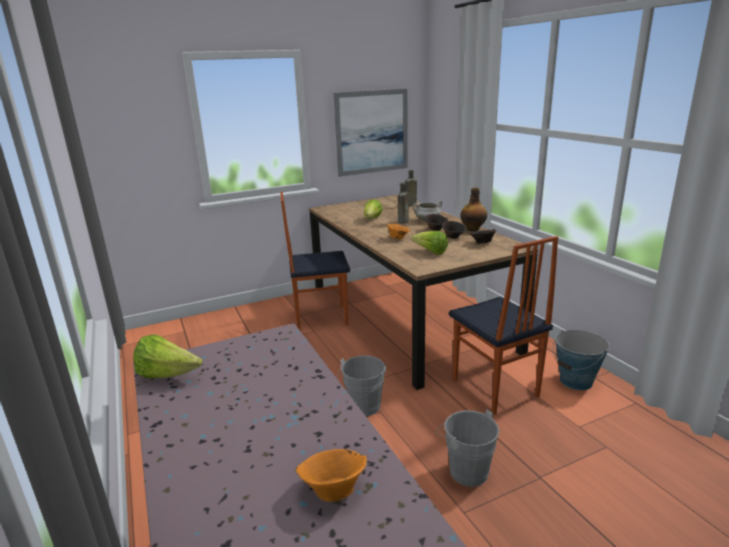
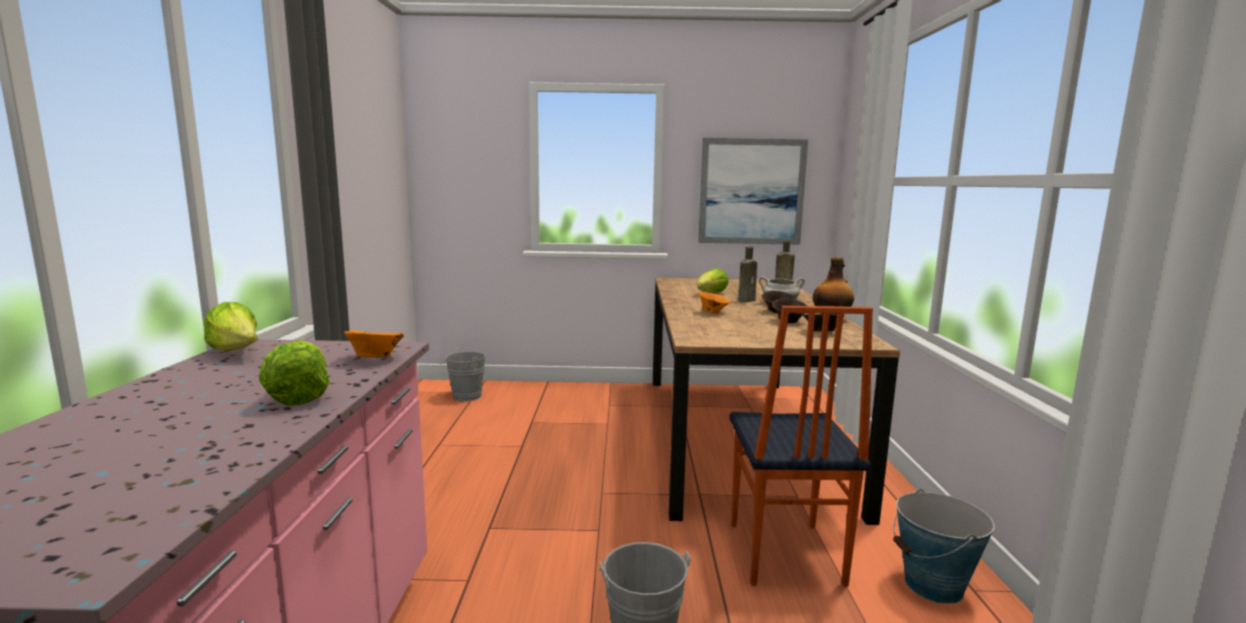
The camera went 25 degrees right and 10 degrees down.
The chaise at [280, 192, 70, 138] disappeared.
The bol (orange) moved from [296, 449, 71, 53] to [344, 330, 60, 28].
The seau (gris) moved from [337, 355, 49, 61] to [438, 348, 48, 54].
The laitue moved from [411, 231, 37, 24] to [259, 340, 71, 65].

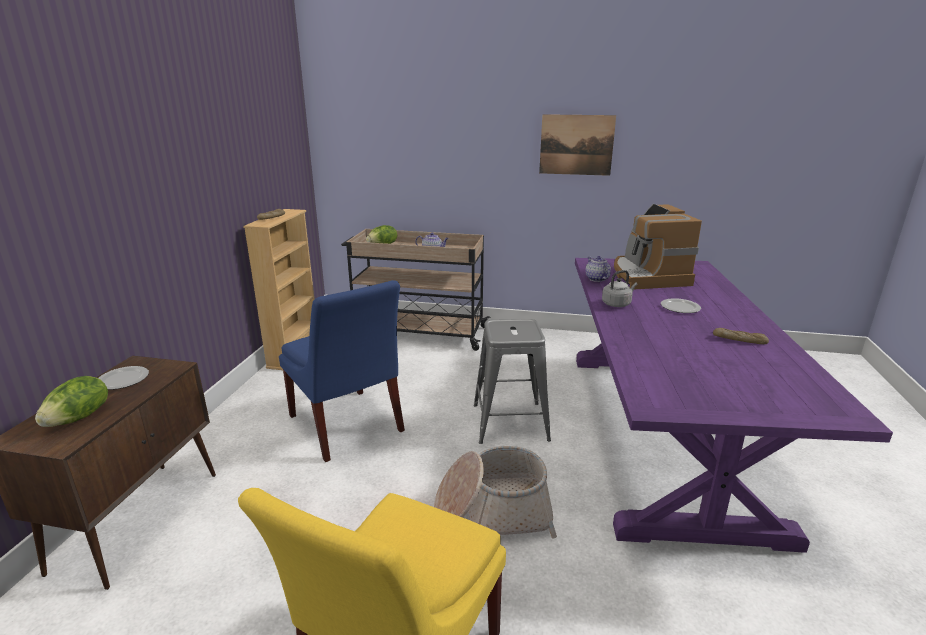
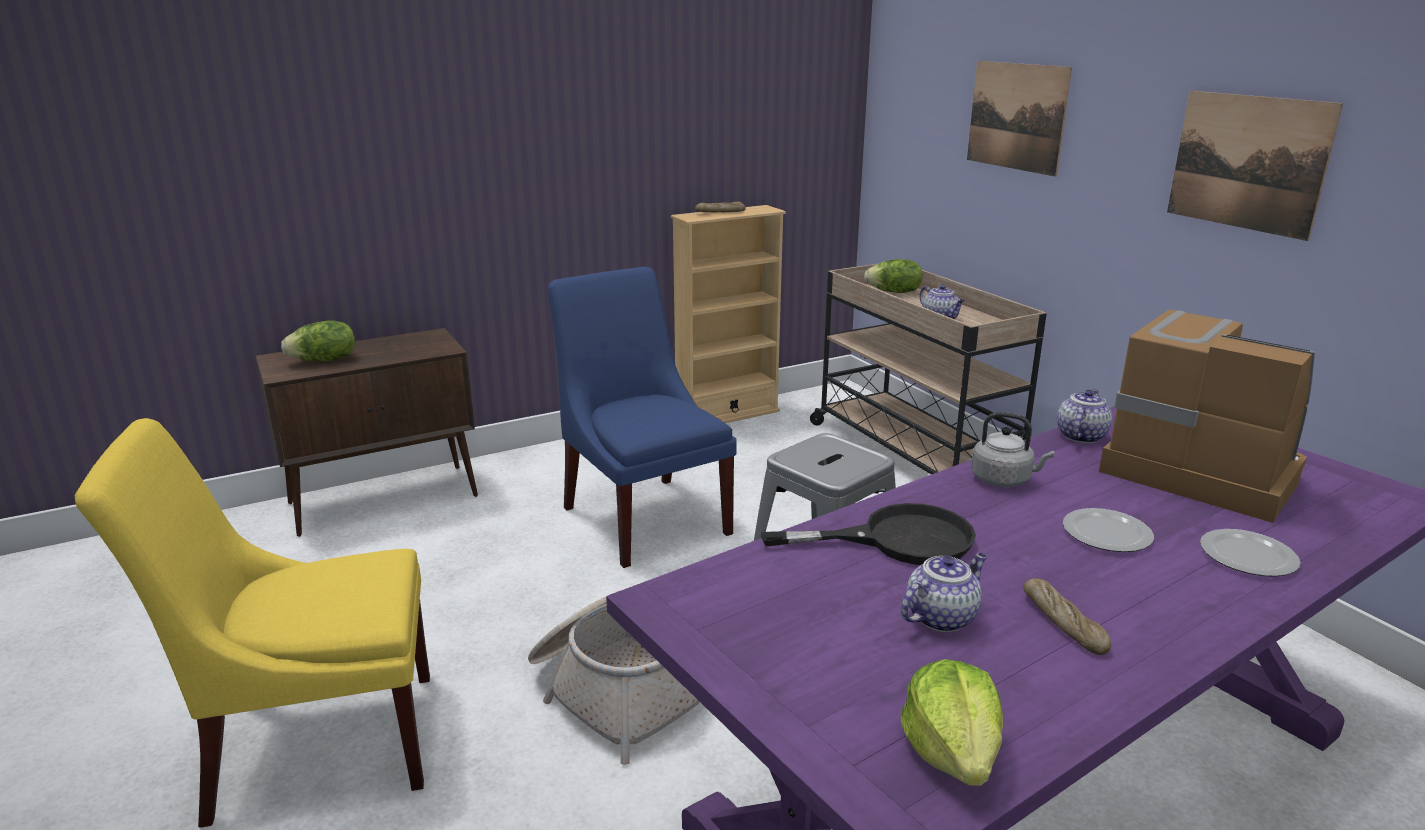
The camera went 50 degrees right and 0 degrees up.
The assiette moved from [98, 366, 51, 24] to [1200, 529, 100, 48].
The chaise (bleu) at [279, 280, 126, 182] turned 135 degrees clockwise.
The machine à café at [614, 204, 88, 85] turned 90 degrees clockwise.
The poêle (noir) at [761, 503, 215, 62] appeared.
The théière at [901, 553, 86, 79] appeared.
The laitue at [901, 659, 102, 127] appeared.
The tableau at [967, 61, 105, 116] appeared.

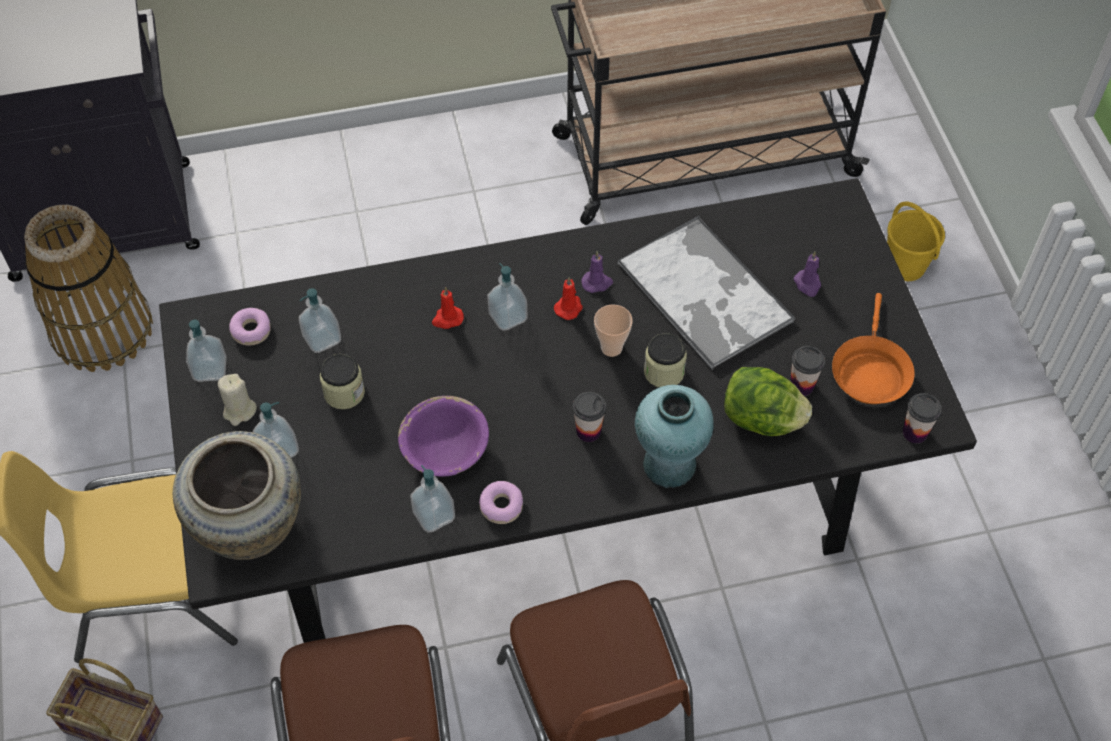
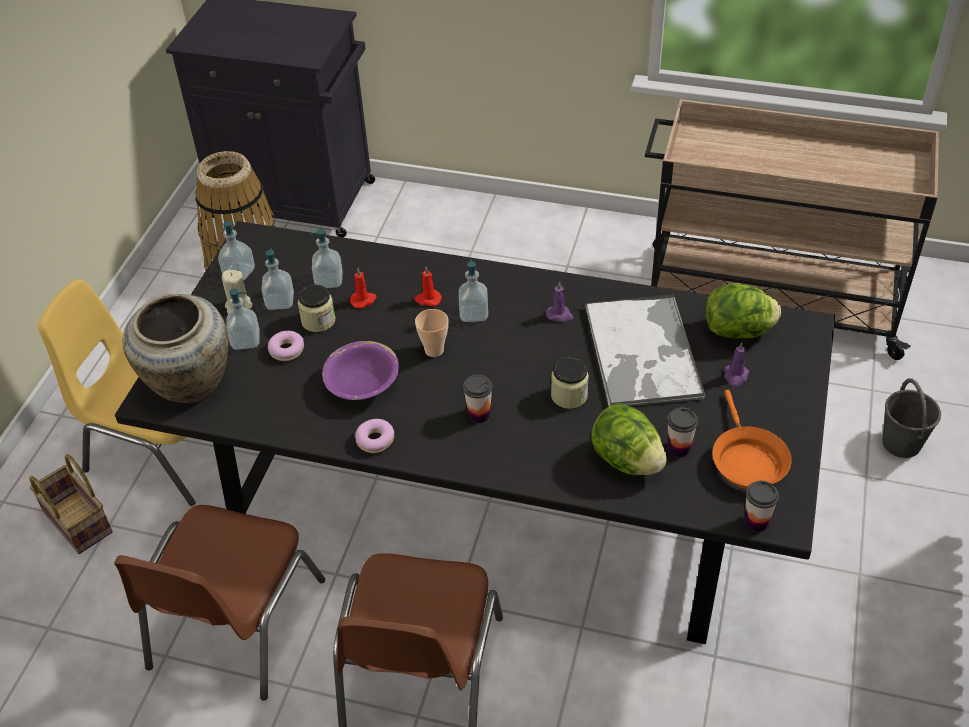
The camera went 30 degrees right and 10 degrees down.
The beignet moved from [229, 308, 42, 38] to [268, 330, 36, 31].
The distributeur de savon moved from [410, 465, 45, 67] to [262, 248, 32, 62].
The bougie (rouge) moved from [554, 277, 29, 43] to [350, 268, 27, 40].
The tasse moved from [594, 305, 38, 52] to [415, 309, 33, 48].
The vase (turquoise) at [635, 385, 79, 103] disappeared.
The poêle (orange) at [832, 293, 83, 111] turned 45 degrees counterclockwise.
The seau (jaune) at [887, 202, 58, 79] became the seau (gris) at [882, 378, 59, 80].
The laitue at [706, 283, 75, 56] appeared.

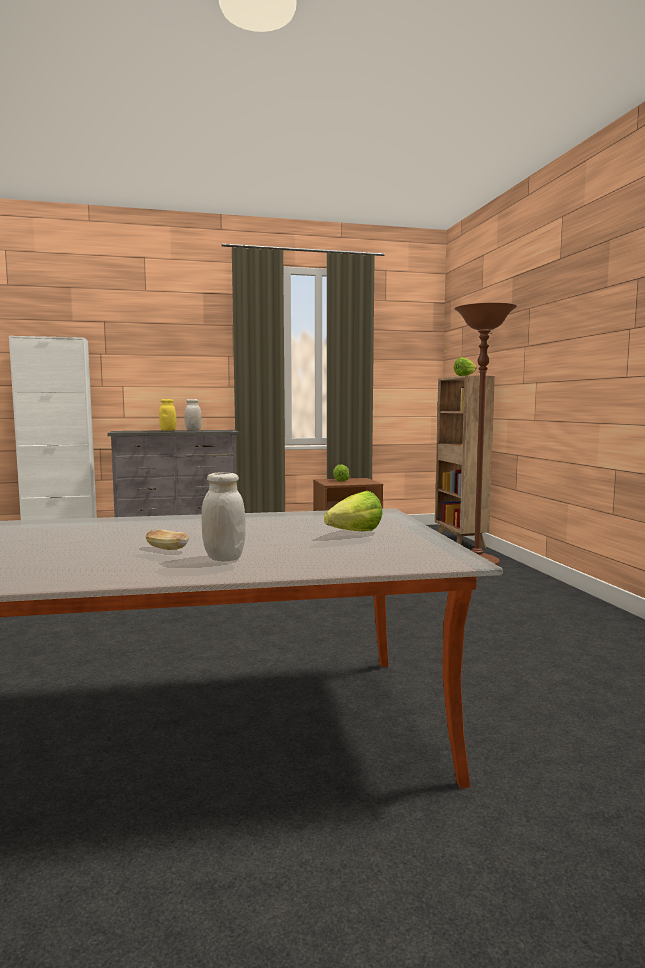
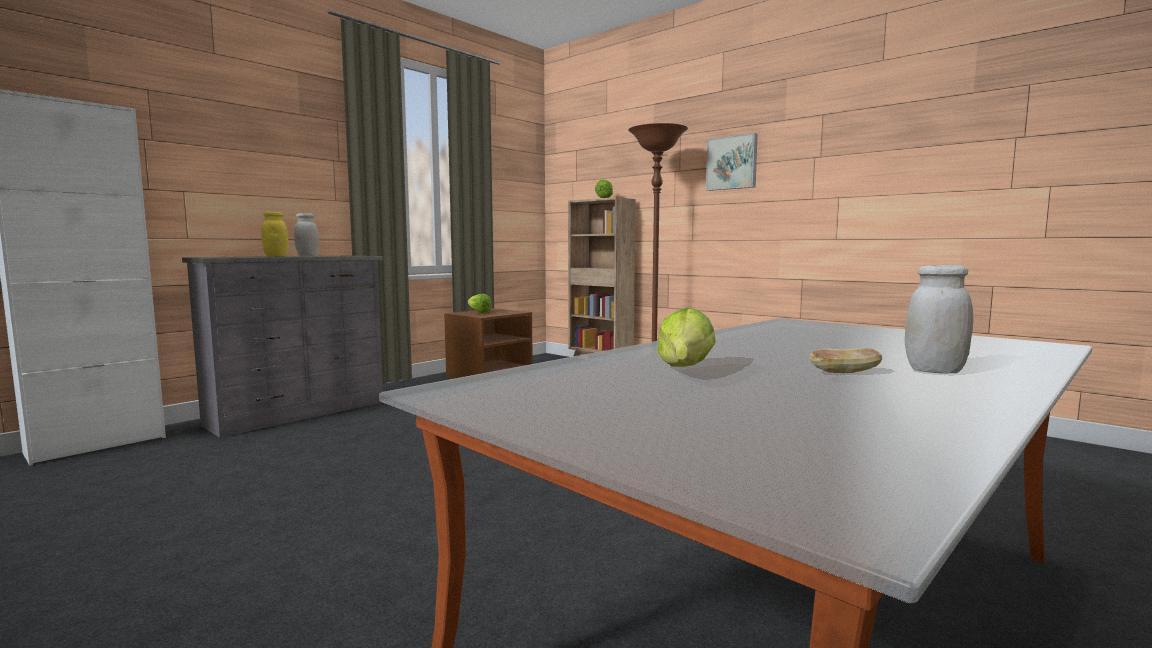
The camera went 35 degrees left and 0 degrees up.
The laitue moved from [324, 491, 58, 41] to [657, 308, 59, 59].
The tableau at [706, 133, 52, 58] appeared.

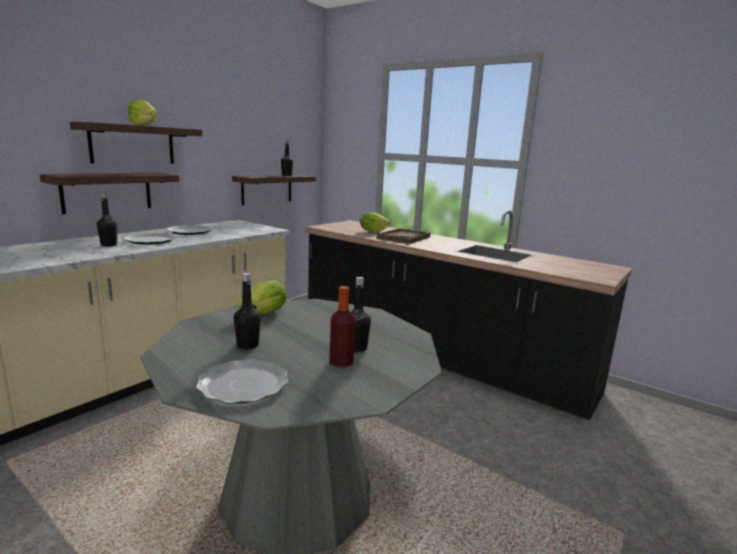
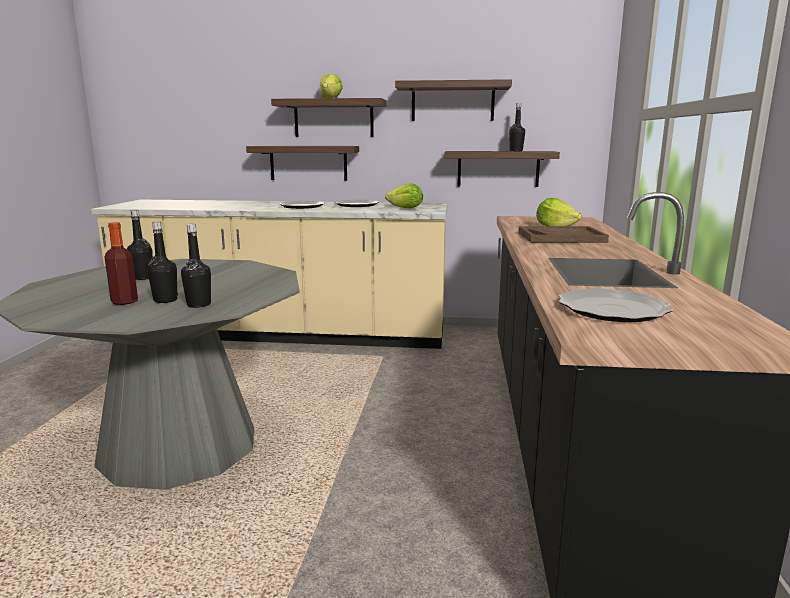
The camera went 60 degrees right and 0 degrees up.
The bouteille (noir) moved from [97, 193, 20, 54] to [181, 224, 30, 84].
The assiette moved from [196, 359, 92, 45] to [559, 288, 114, 34].
The laitue moved from [237, 280, 50, 34] to [385, 184, 38, 24].
The étagère at [395, 79, 117, 42] appeared.

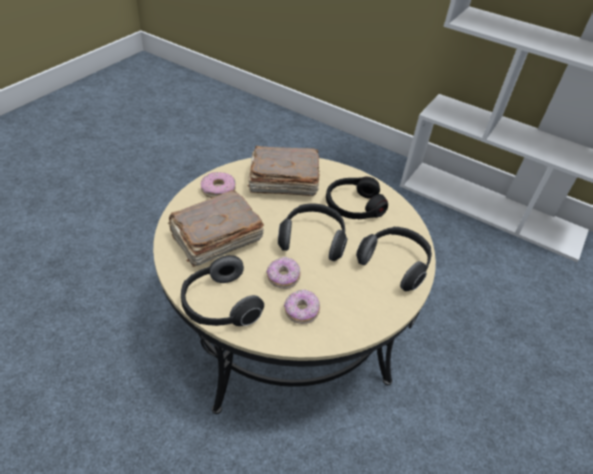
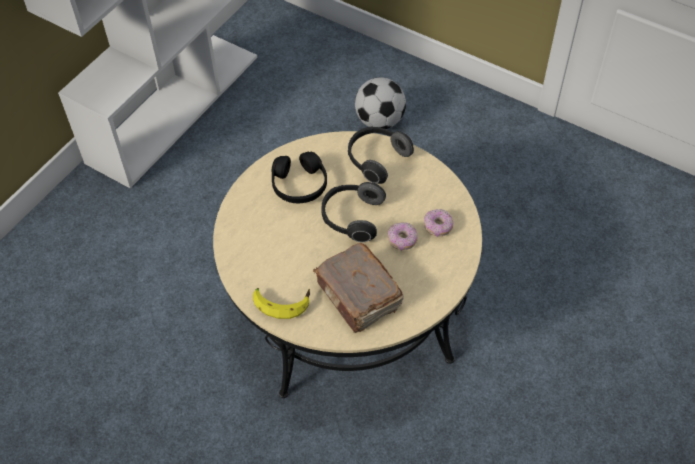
The camera went 85 degrees left and 10 degrees up.
The casque audio at [181, 255, 83, 71] disappeared.
The beignet at [201, 172, 35, 26] was replaced by the banane at [253, 288, 57, 31].
The livre (marron) at [247, 146, 73, 50] disappeared.
The ballon de foot at [355, 77, 51, 52] appeared.

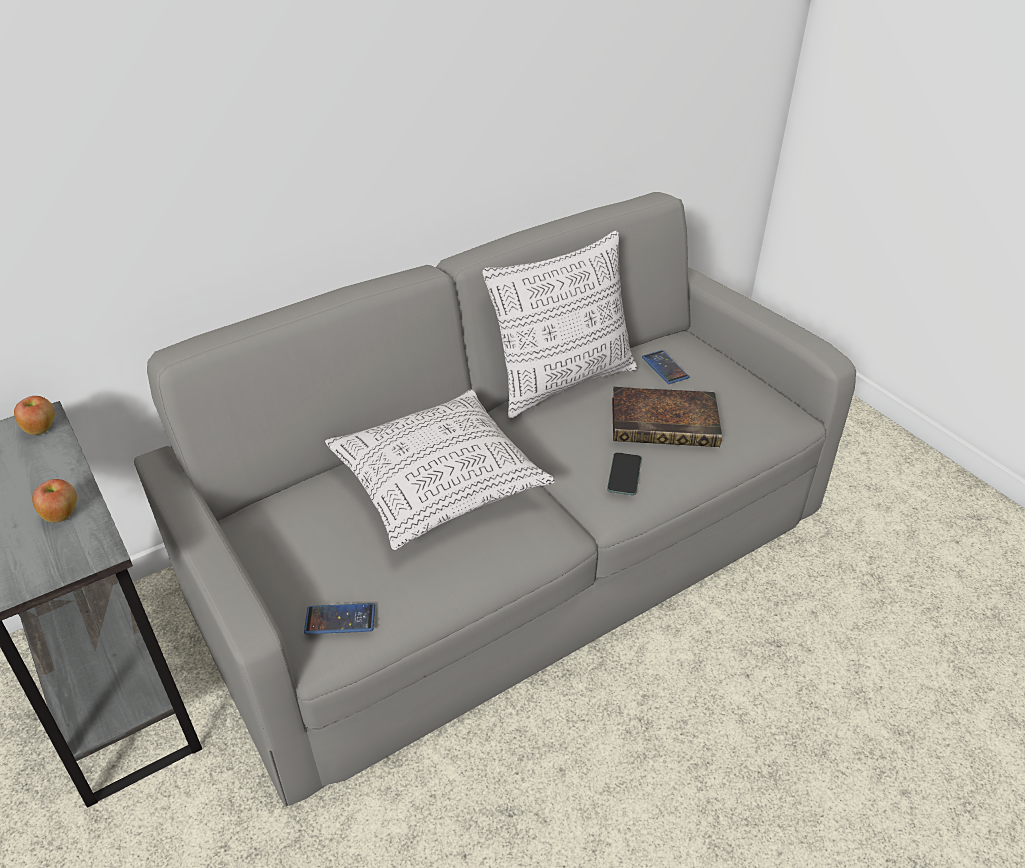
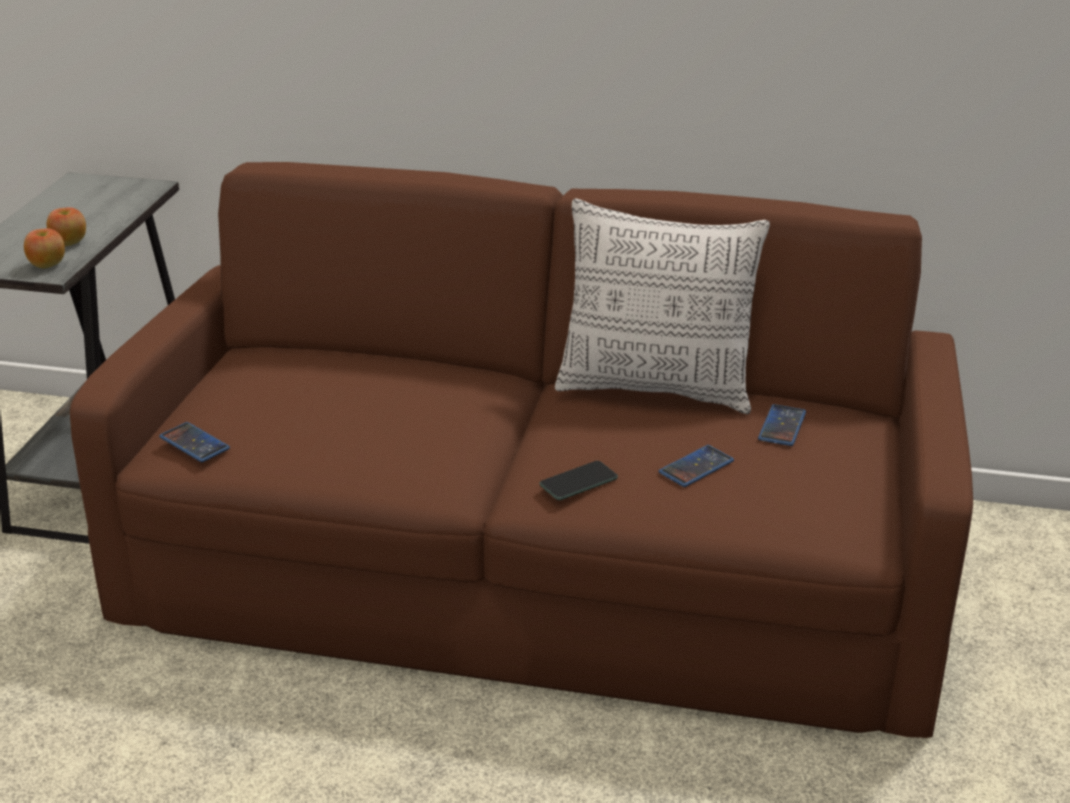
The camera went 45 degrees right and 10 degrees down.
The pomme moved from [14, 396, 41, 39] to [24, 228, 41, 40].
The canapé (gris) at [134, 192, 722, 615] became the canapé (marron) at [70, 162, 903, 576].
The coussin at [325, 389, 230, 161] disappeared.
The livre at [612, 387, 110, 60] was replaced by the téléphone at [659, 445, 75, 42].

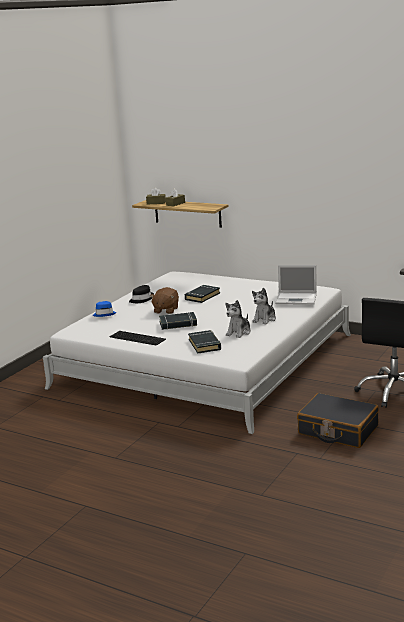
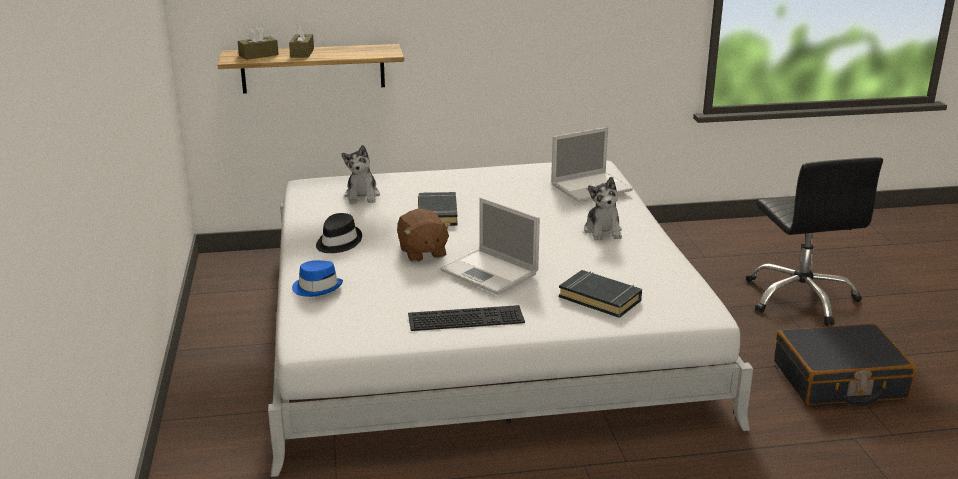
The camera went 40 degrees left and 5 degrees up.
The livre (noir) at [159, 312, 38, 18] was replaced by the ordinateur portable at [440, 197, 100, 98].
The peluche moved from [226, 300, 25, 38] to [341, 145, 39, 59].

